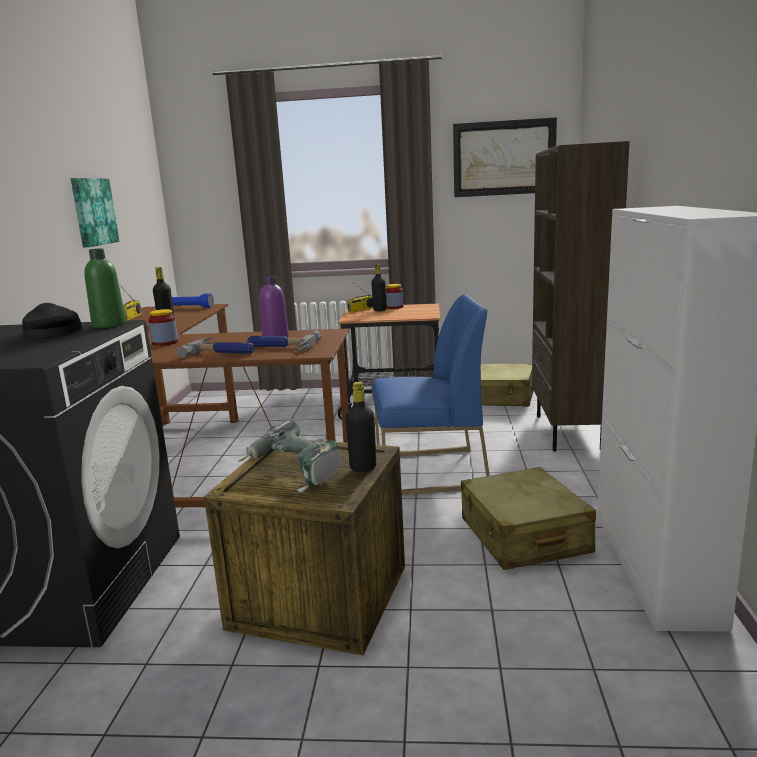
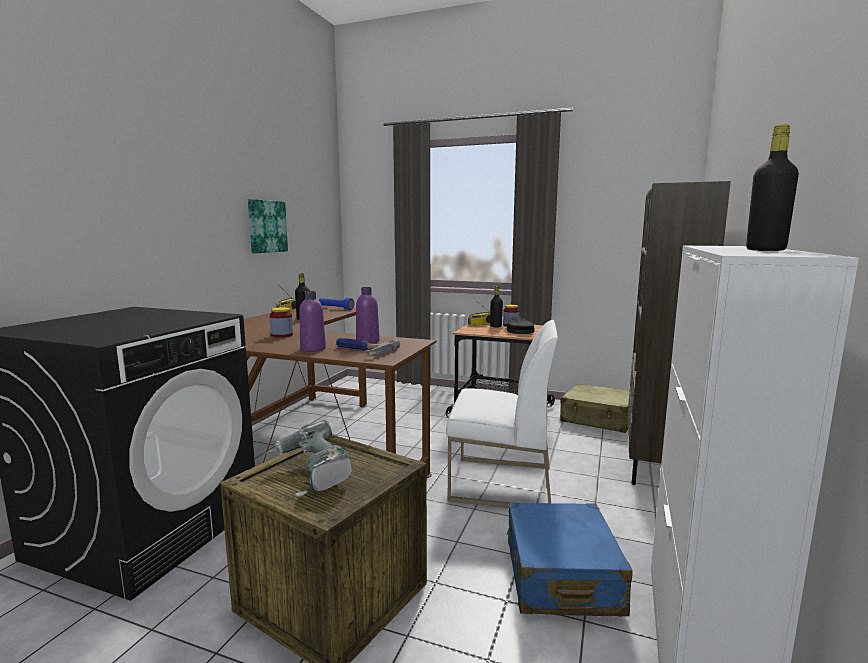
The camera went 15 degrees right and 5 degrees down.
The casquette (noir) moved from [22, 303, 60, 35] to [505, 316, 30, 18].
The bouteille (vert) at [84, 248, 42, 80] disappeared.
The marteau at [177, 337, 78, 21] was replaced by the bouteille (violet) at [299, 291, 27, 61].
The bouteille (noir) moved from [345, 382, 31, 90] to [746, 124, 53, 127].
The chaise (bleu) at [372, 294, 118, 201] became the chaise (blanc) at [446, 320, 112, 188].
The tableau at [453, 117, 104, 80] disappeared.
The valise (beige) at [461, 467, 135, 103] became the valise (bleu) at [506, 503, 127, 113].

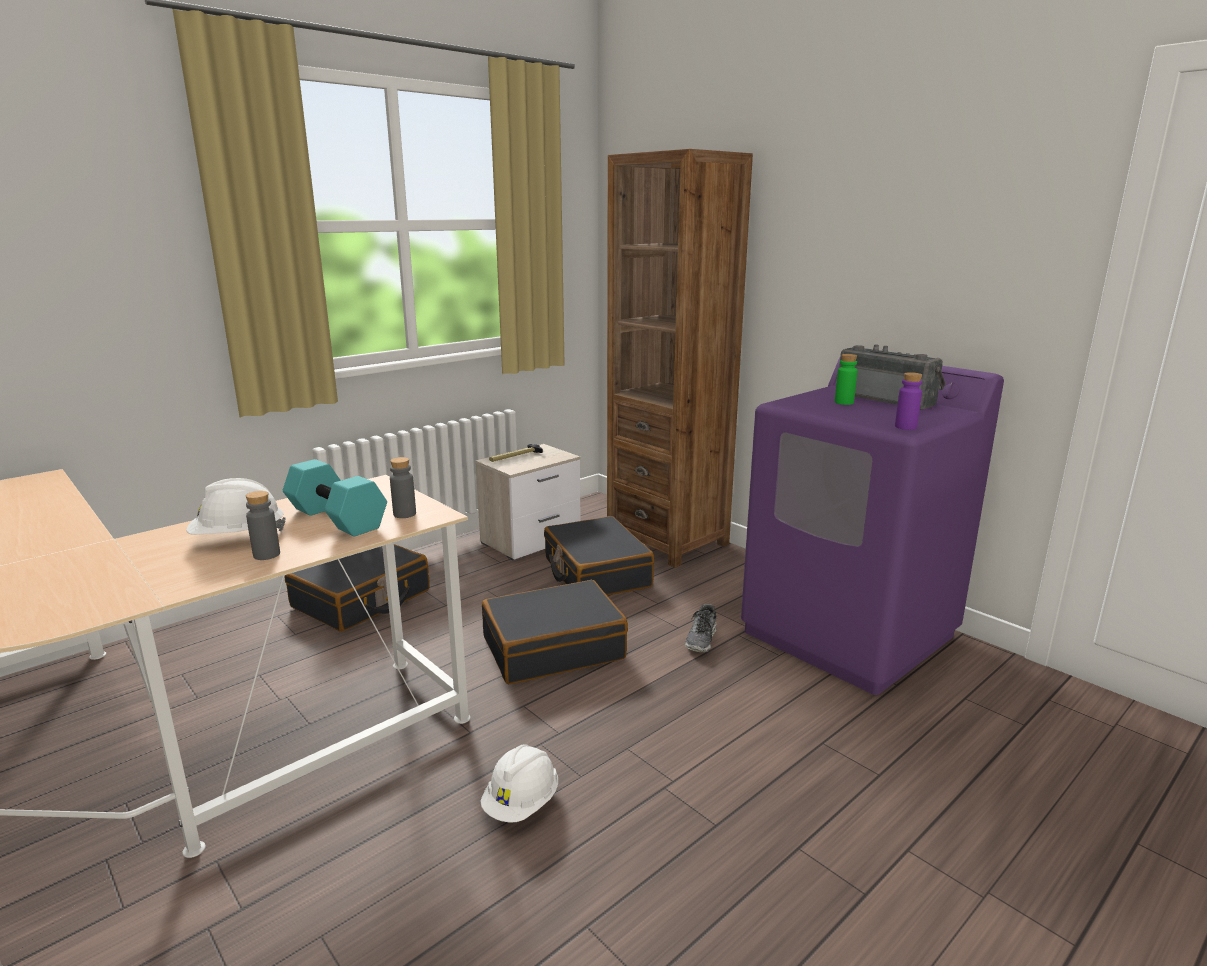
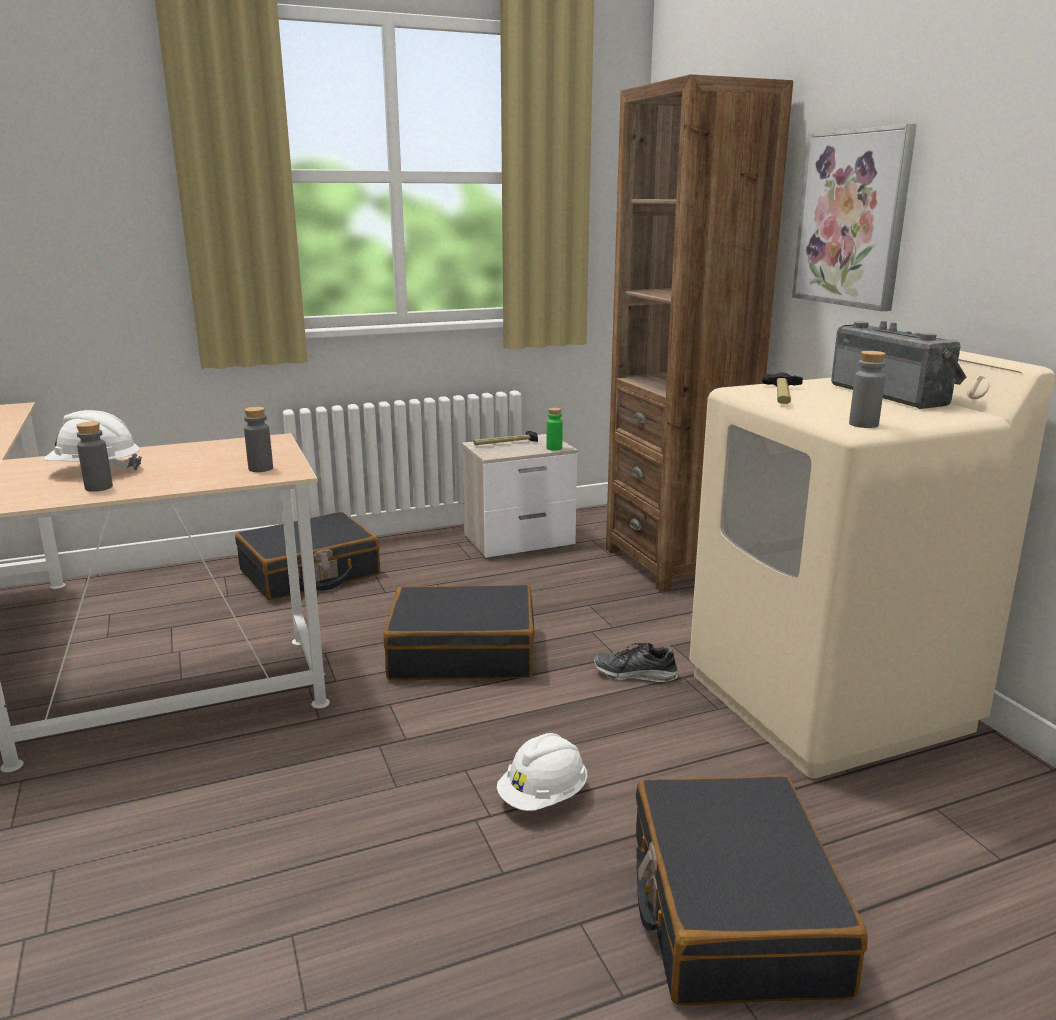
The camera went 20 degrees right and 0 degrees up.
The haltère (turquoise) at [283, 459, 104, 77] disappeared.
The casque de chantier (blanc) moved from [481, 744, 77, 78] to [497, 733, 90, 78].
The valise (noir) moved from [544, 516, 110, 80] to [636, 775, 232, 230].
The chaussure at [685, 604, 32, 48] turned 60 degrees clockwise.
The lave-linge (violet) at [741, 357, 263, 338] became the lave-linge (beige) at [689, 351, 366, 427].
The bouteille (vert) moved from [835, 354, 22, 51] to [547, 408, 16, 43].
The bouteille (violet) at [895, 372, 27, 58] became the bouteille (gris) at [849, 351, 37, 77].
The marteau at [762, 372, 41, 32] appeared.
The tableau at [792, 124, 125, 187] appeared.

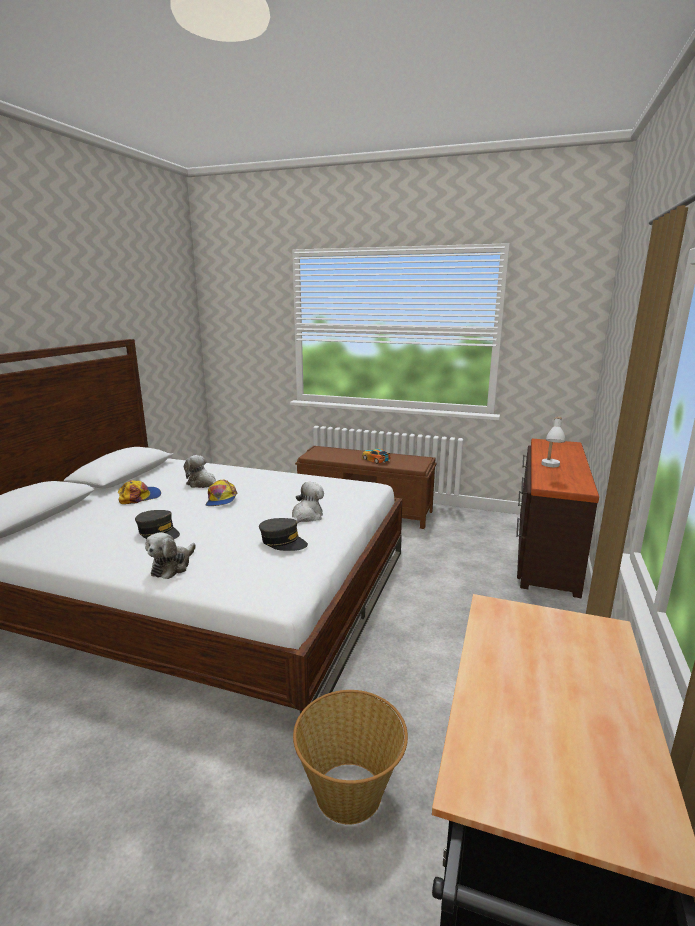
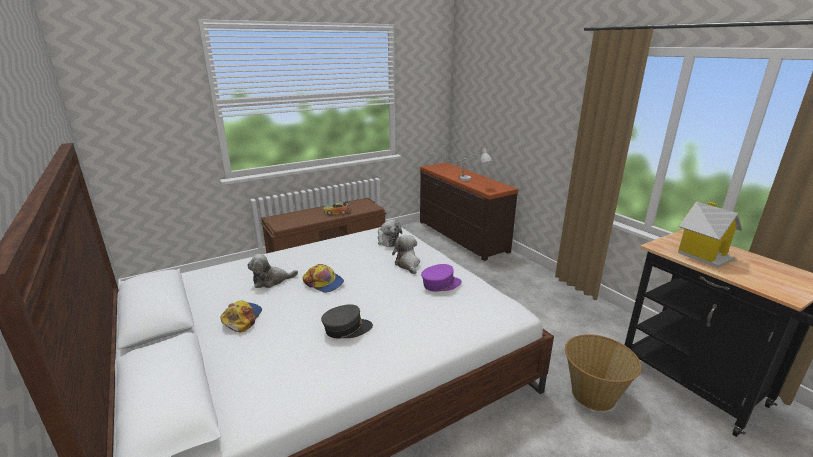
The camera went 50 degrees left and 5 degrees up.
The peluche moved from [145, 532, 51, 47] to [378, 219, 24, 28].
The casquette (gris) at [259, 518, 49, 33] became the casquette (violet) at [421, 264, 41, 27].
The maison miniature at [678, 202, 64, 66] appeared.

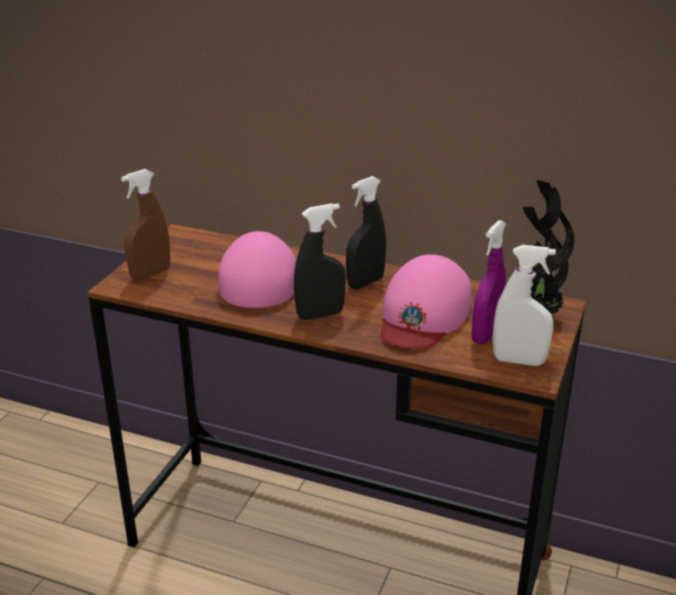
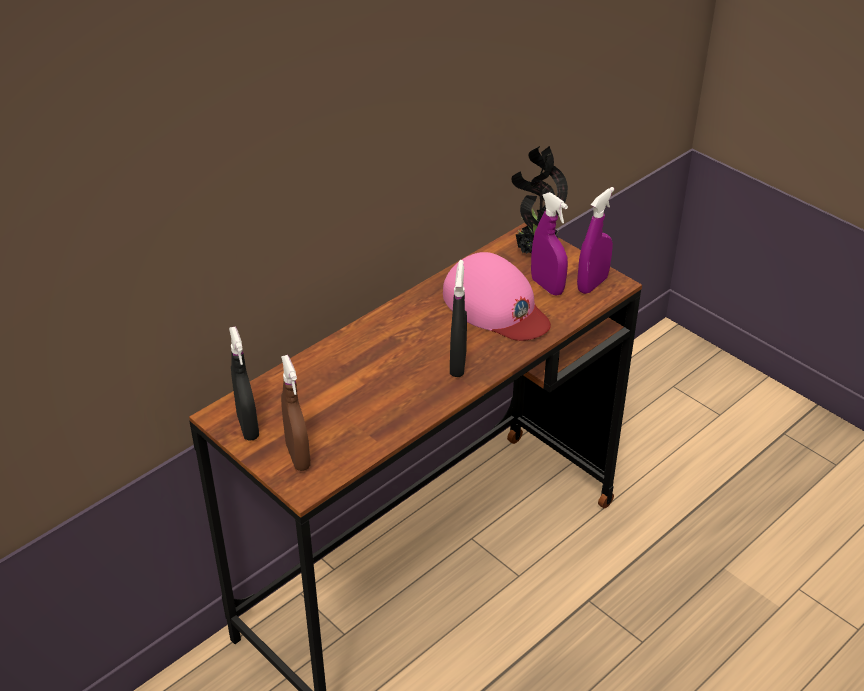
The camera went 65 degrees left and 10 degrees up.
The casquette (rose) at [218, 231, 78, 77] disappeared.
The vaporisateur (noir) moved from [346, 176, 40, 113] to [229, 326, 30, 115].
The vaporisateur (blanc) at [493, 245, 63, 121] became the vaporisateur (violet) at [577, 187, 37, 107].

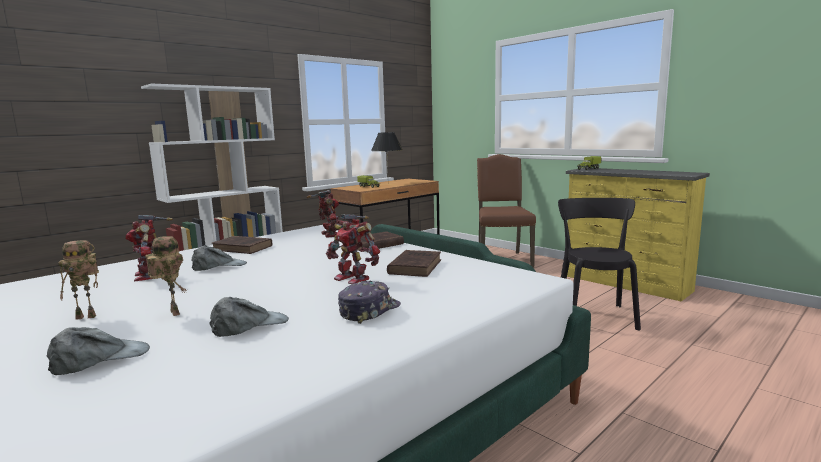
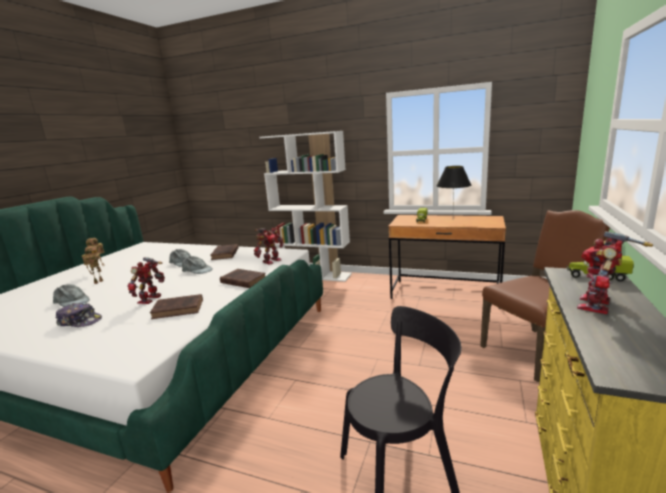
The camera went 65 degrees right and 5 degrees up.
The casquette (gris) moved from [47, 327, 103, 48] to [182, 256, 31, 18].
The robot jouet moved from [126, 215, 47, 66] to [577, 231, 76, 83].

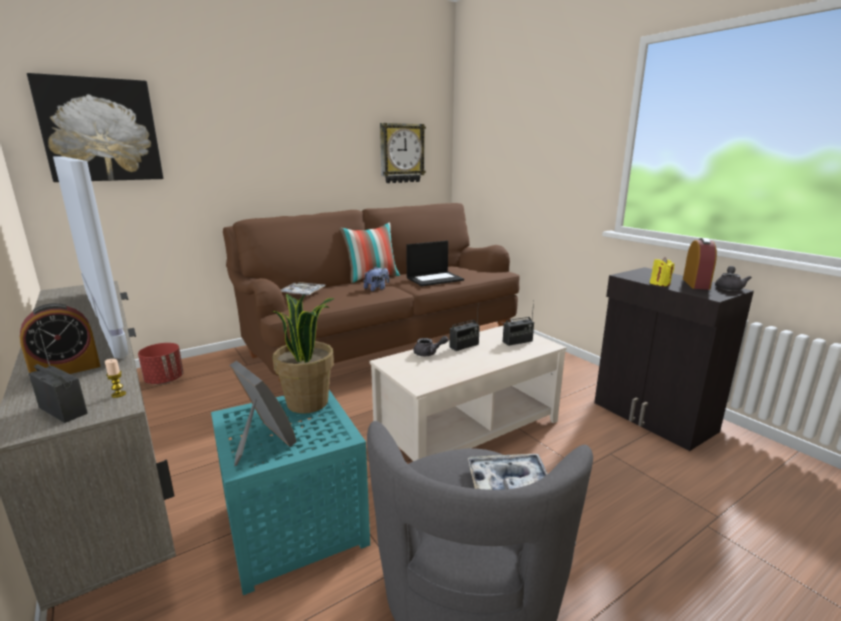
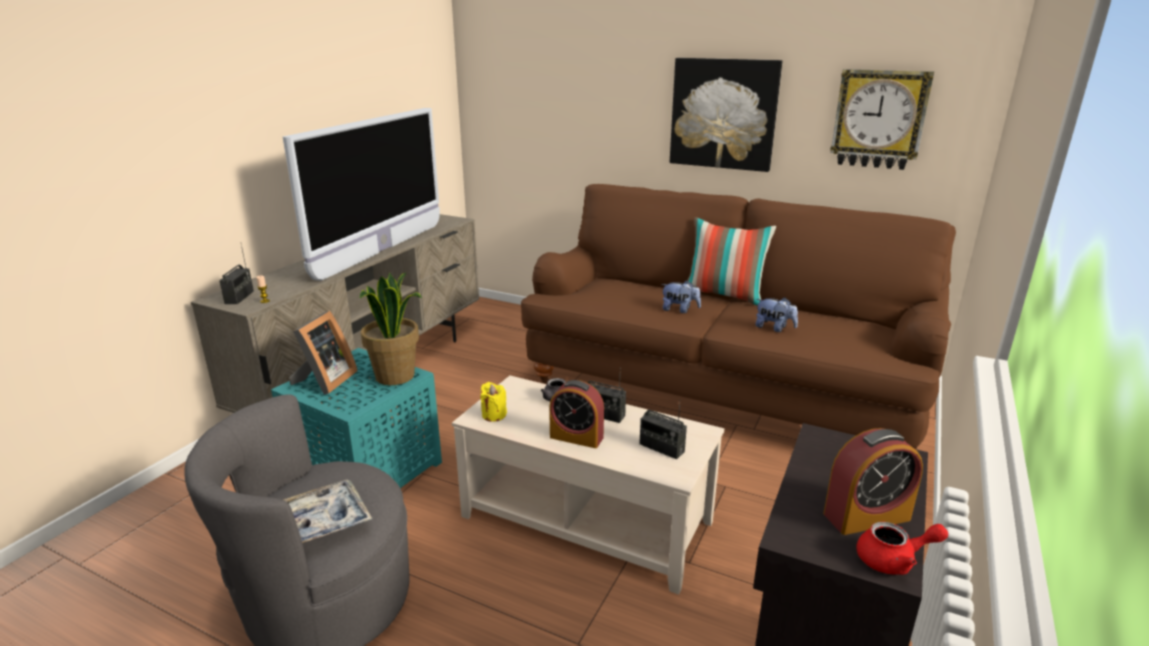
The camera went 60 degrees right and 5 degrees up.
The réveil moved from [20, 303, 80, 71] to [549, 380, 55, 68].
The tableau moved from [27, 73, 136, 109] to [670, 58, 112, 114].
The cache-pot (rouge) at [138, 343, 46, 42] disappeared.
The plateau at [281, 282, 44, 14] disappeared.
The ordinateur portable at [406, 241, 58, 45] was replaced by the peluche at [755, 297, 43, 35].
The bougie (jaune) moved from [650, 257, 25, 29] to [480, 382, 27, 40].
The théière (gris) at [715, 266, 37, 25] became the théière (rouge) at [856, 522, 92, 53].

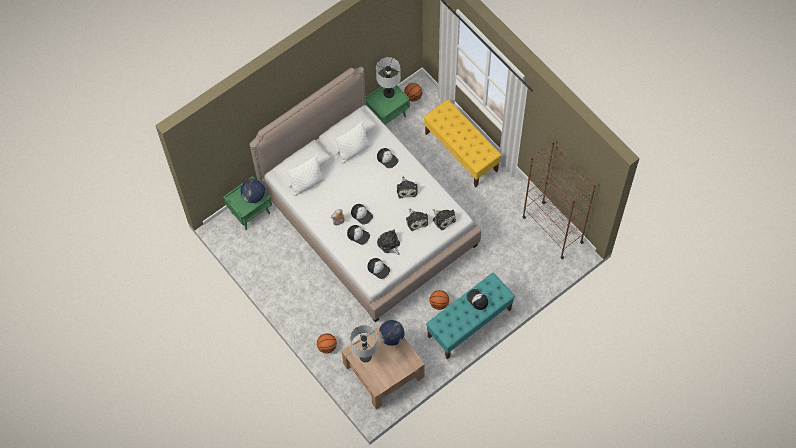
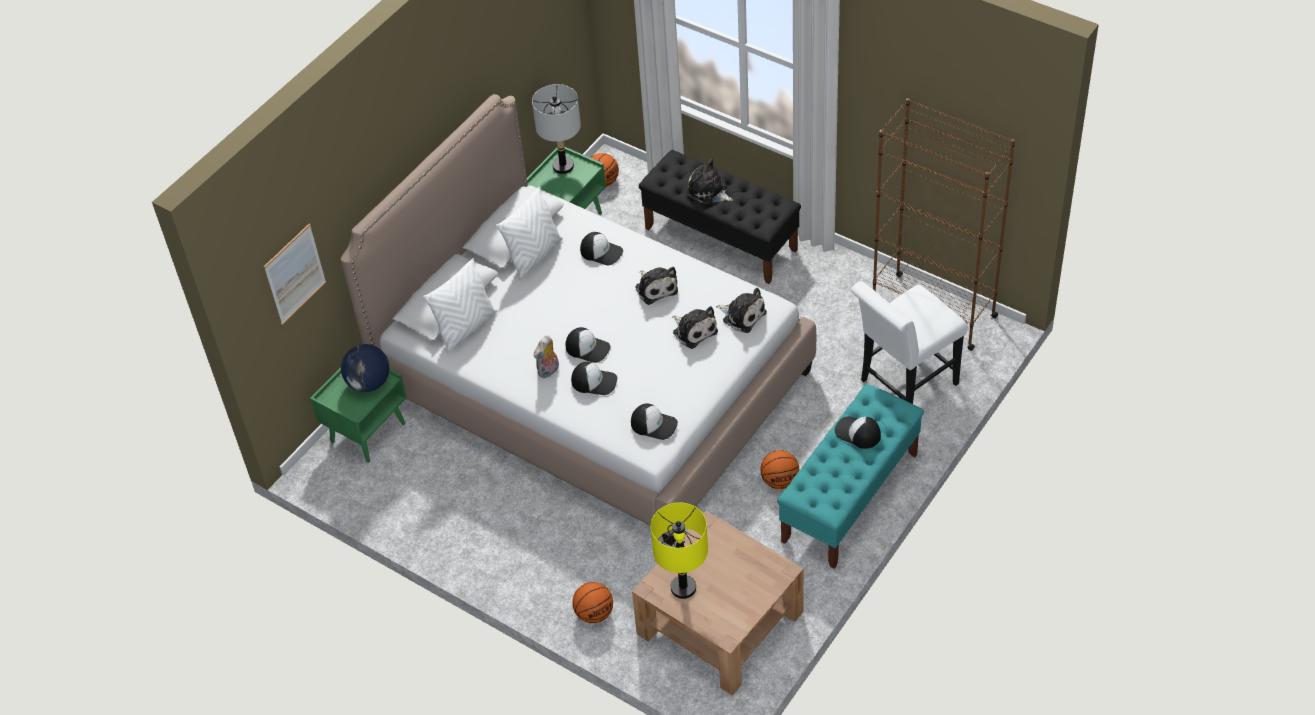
The camera went 15 degrees left and 15 degrees down.
The lampe de table (gris) at [350, 325, 28, 38] became the lampe de table (jaune) at [651, 502, 57, 97].
The peluche moved from [377, 229, 23, 26] to [687, 159, 46, 45].
The globe at [379, 320, 26, 26] disappeared.
The banc (jaune) at [424, 100, 77, 87] became the banc (noir) at [639, 150, 162, 134].
The tableau at [264, 223, 62, 102] appeared.
The chaise (blanc) at [851, 281, 117, 123] appeared.

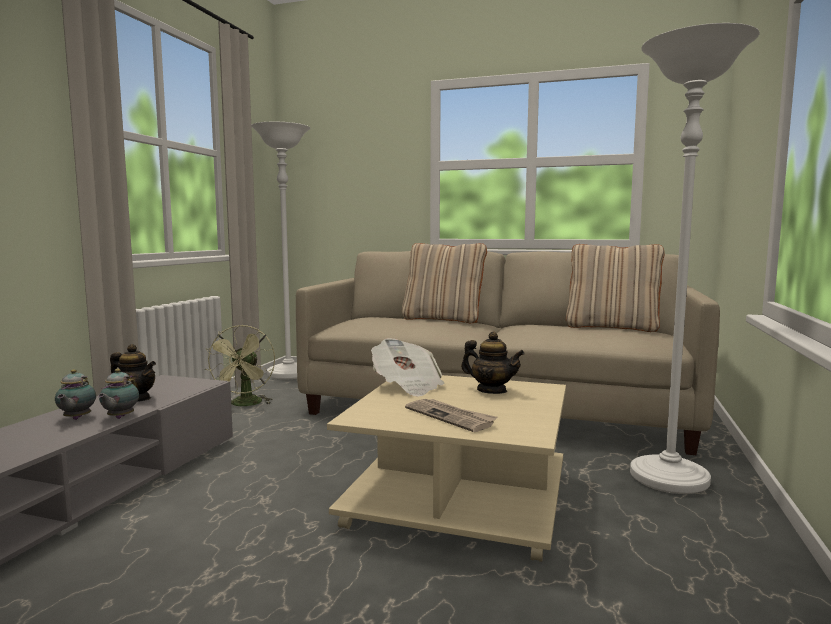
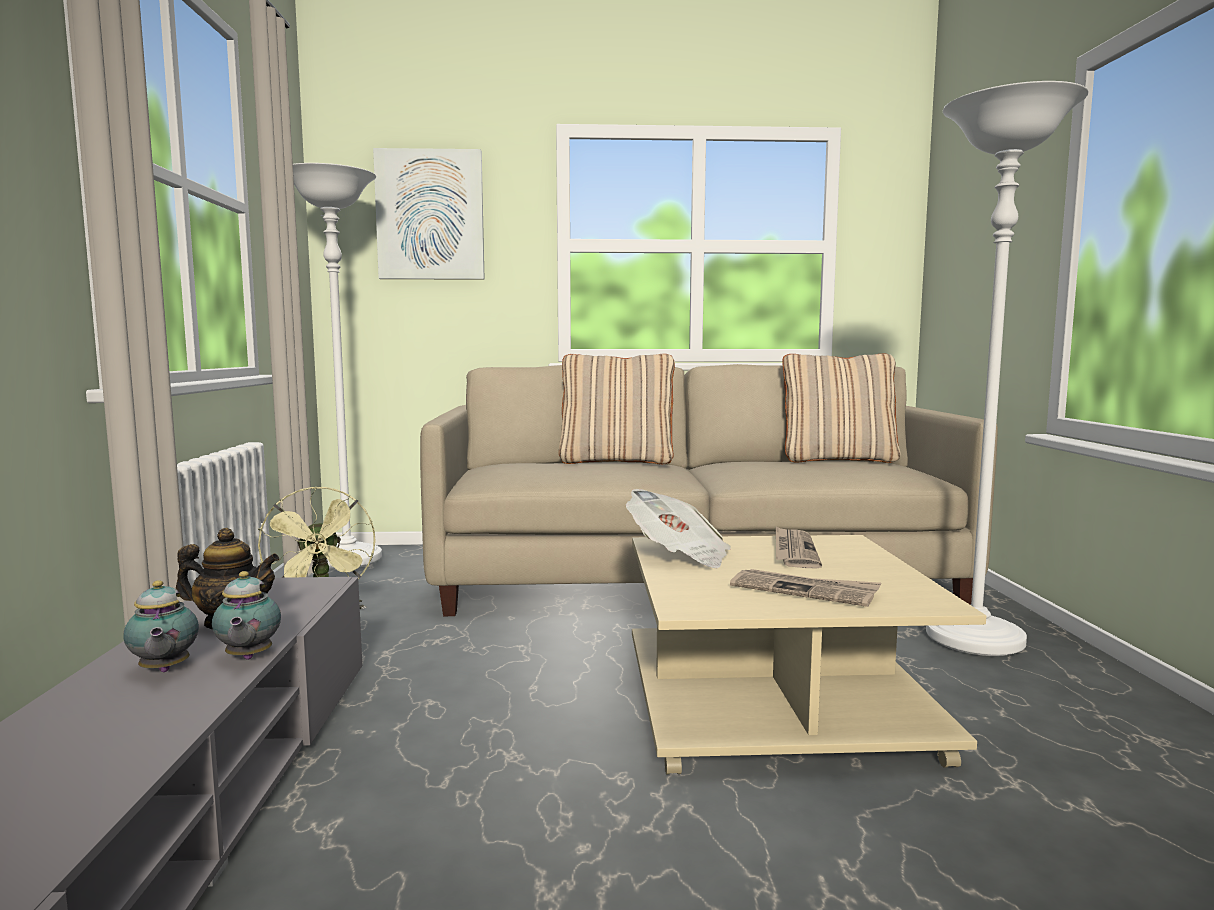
The camera went 20 degrees left and 0 degrees up.
The théière at [461, 332, 64, 62] was replaced by the journal at [776, 526, 46, 43].
The tableau at [373, 148, 112, 132] appeared.

